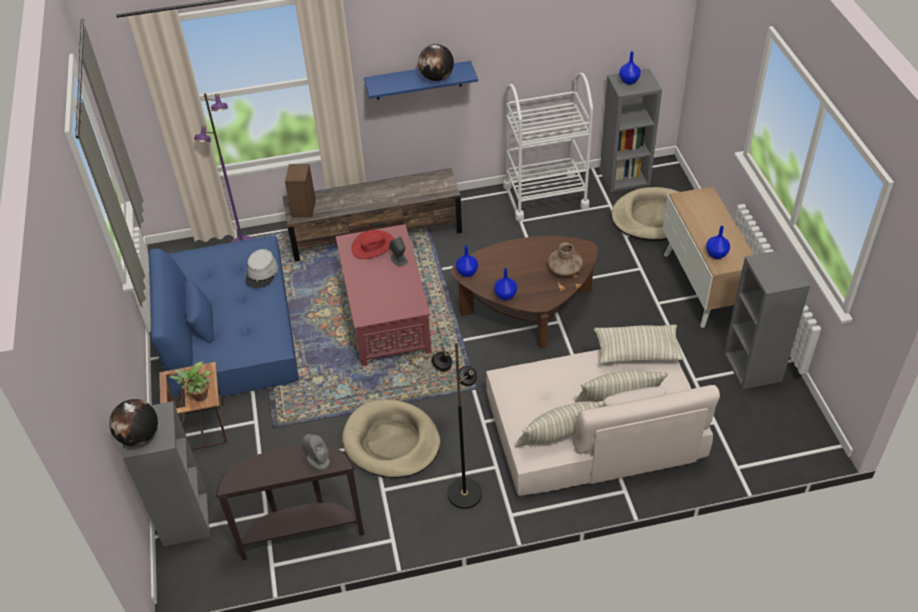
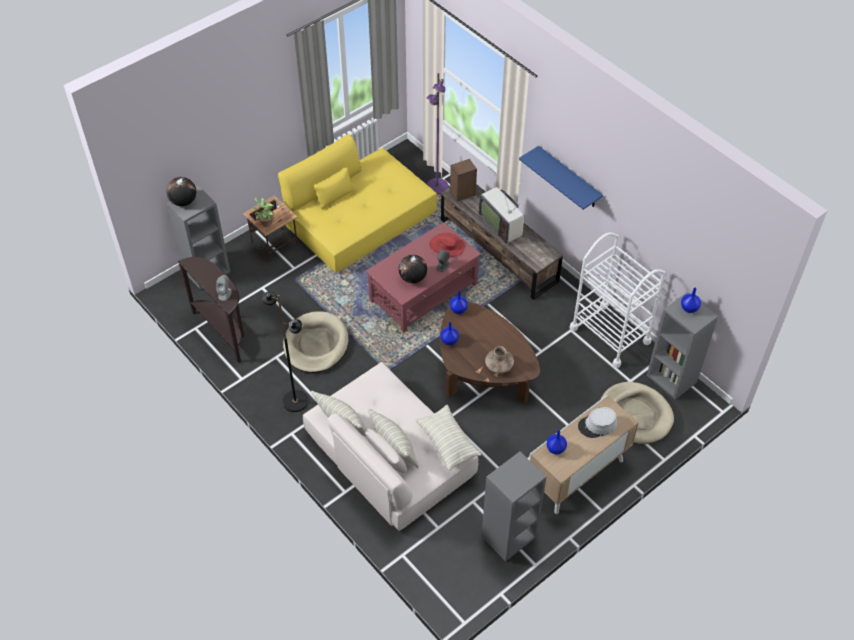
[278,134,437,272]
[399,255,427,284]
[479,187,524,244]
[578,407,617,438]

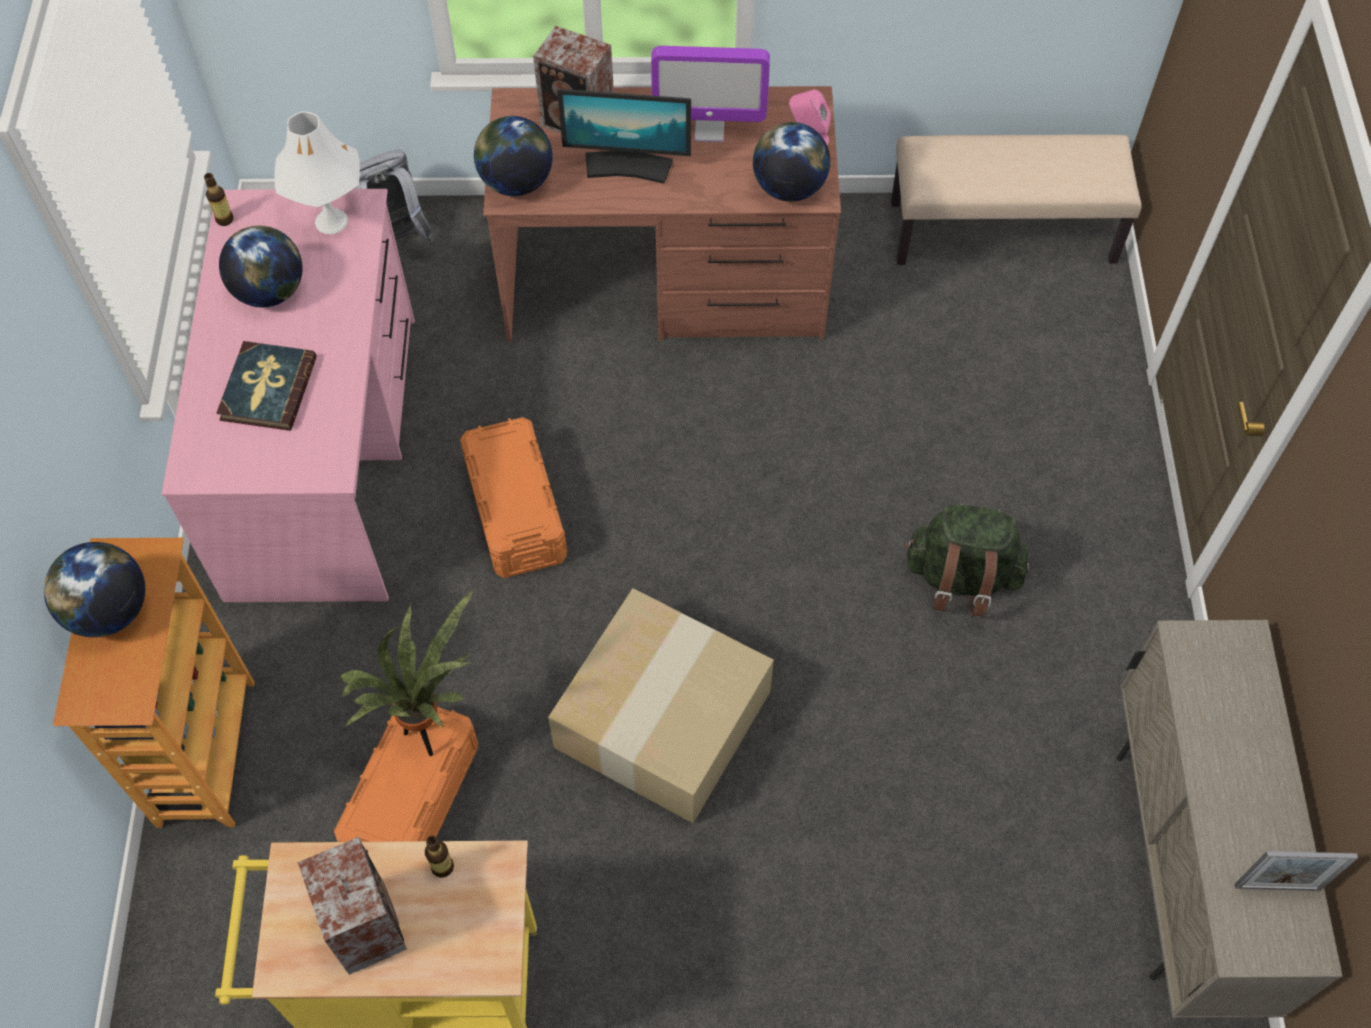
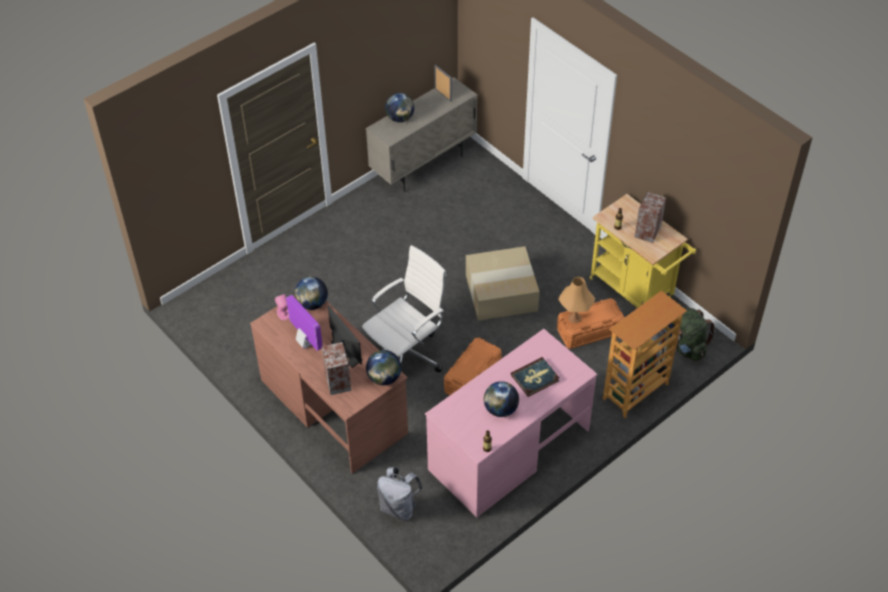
[362,245,446,372]
[385,93,414,122]
[558,277,595,323]
[671,308,715,361]
[274,111,360,234] (first image)
[891,134,1142,265] (first image)

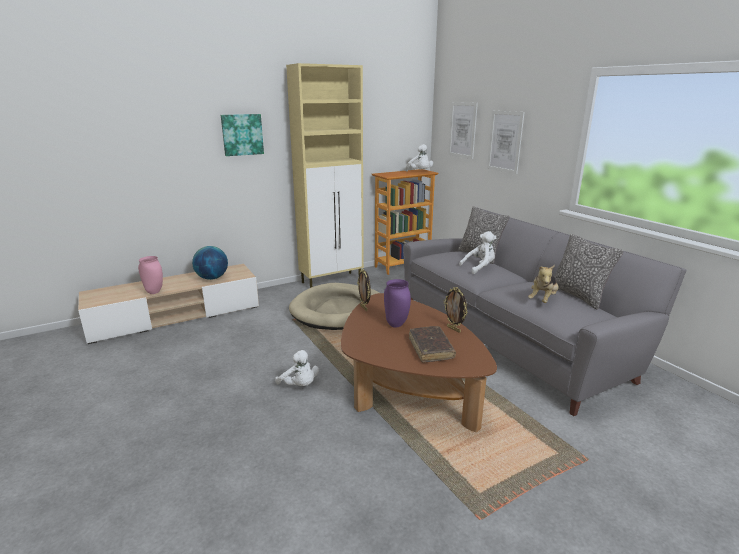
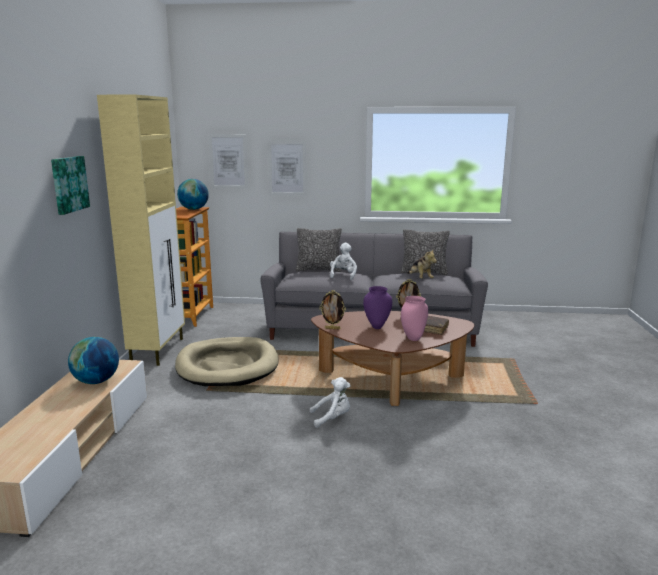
[177,179,209,210]
[401,296,428,341]

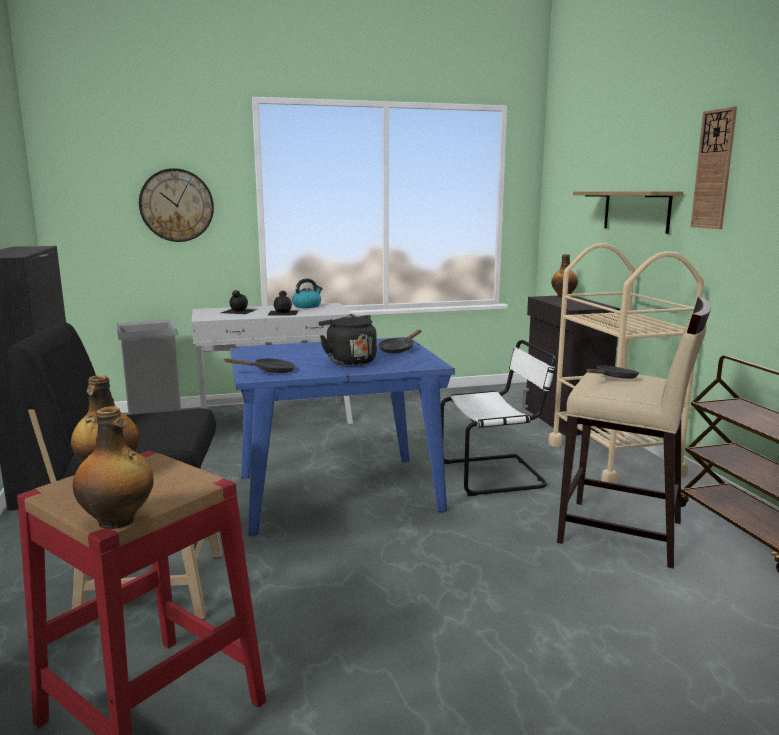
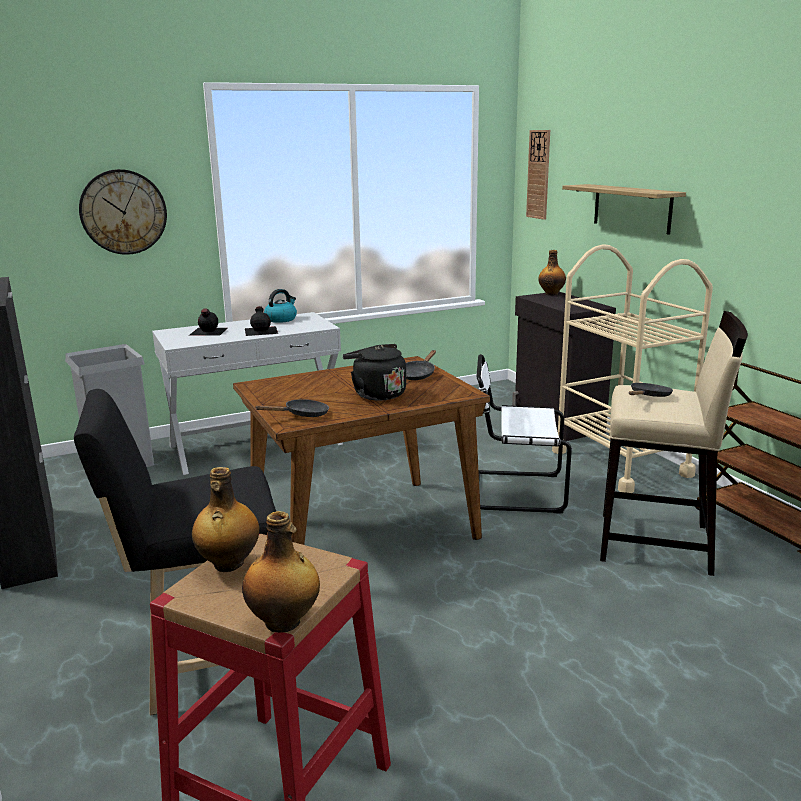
[233,356,491,545]
[476,354,572,513]
[526,130,550,220]

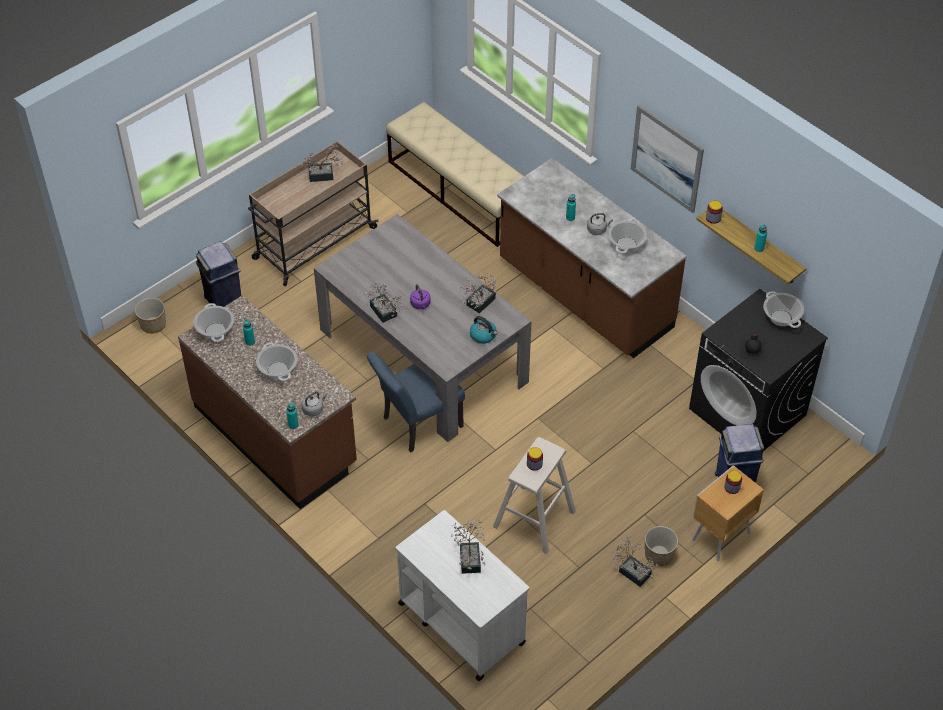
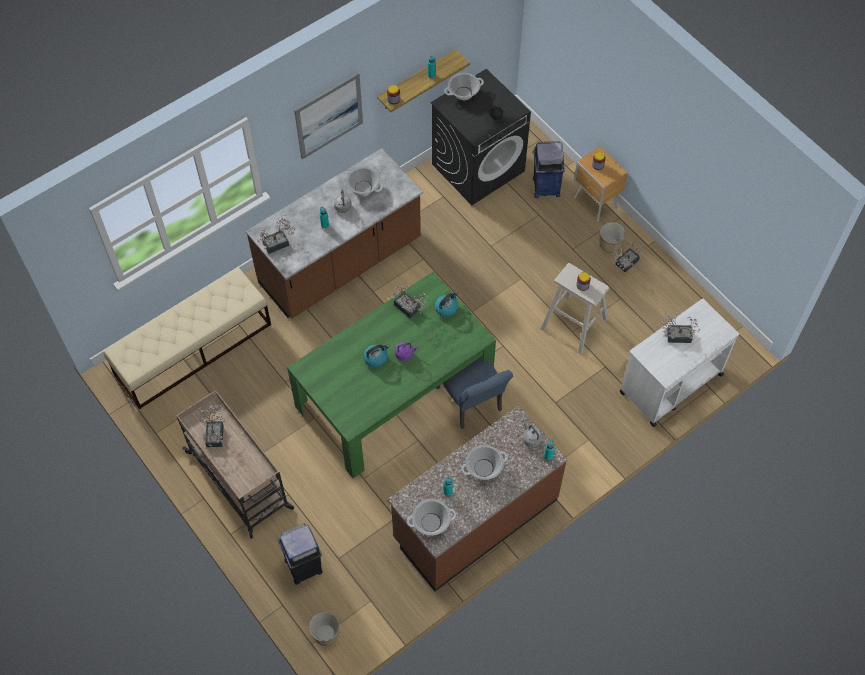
[257,214,295,254]
[287,272,496,478]
[363,344,389,367]

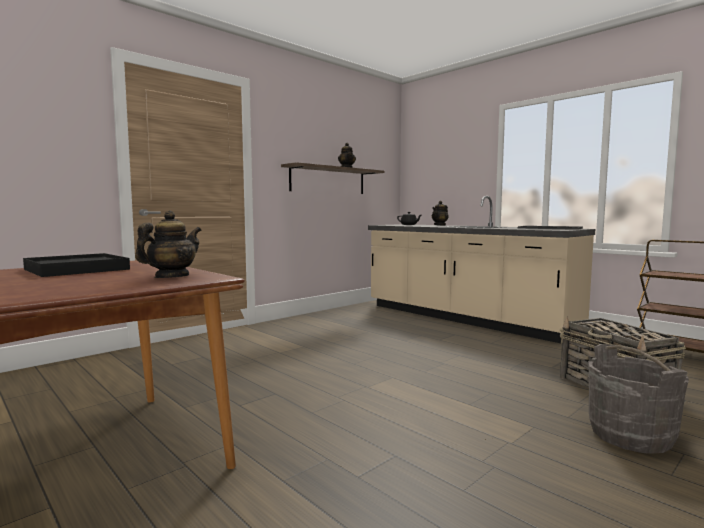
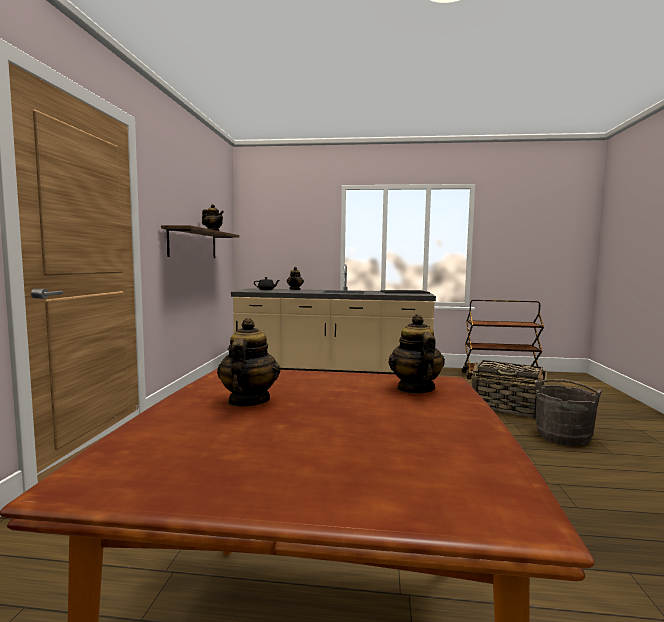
[217,318,280,407]

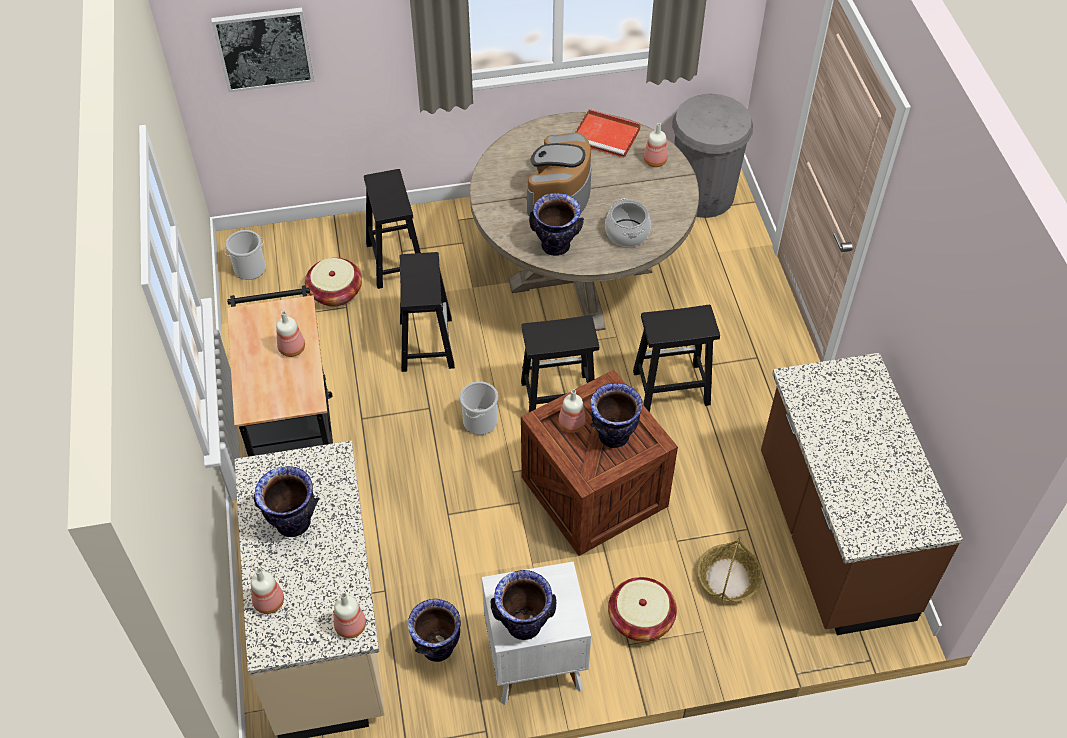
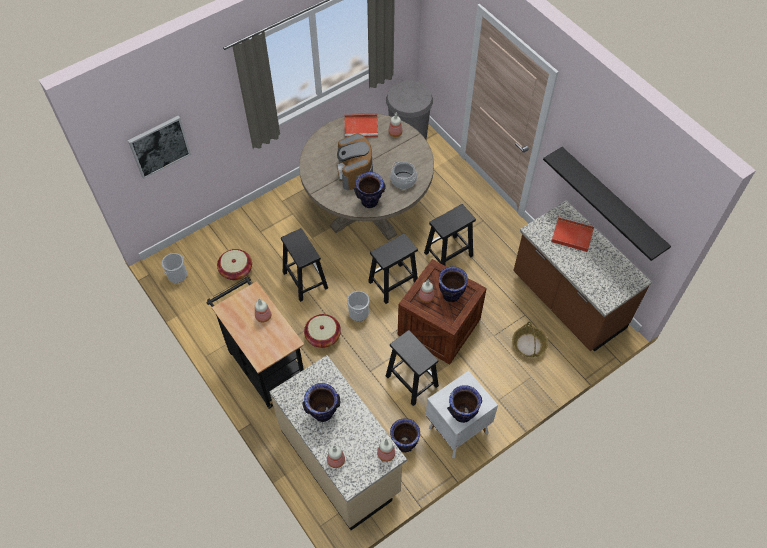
[304,314,341,348]
[386,330,439,406]
[543,147,671,261]
[551,216,594,252]

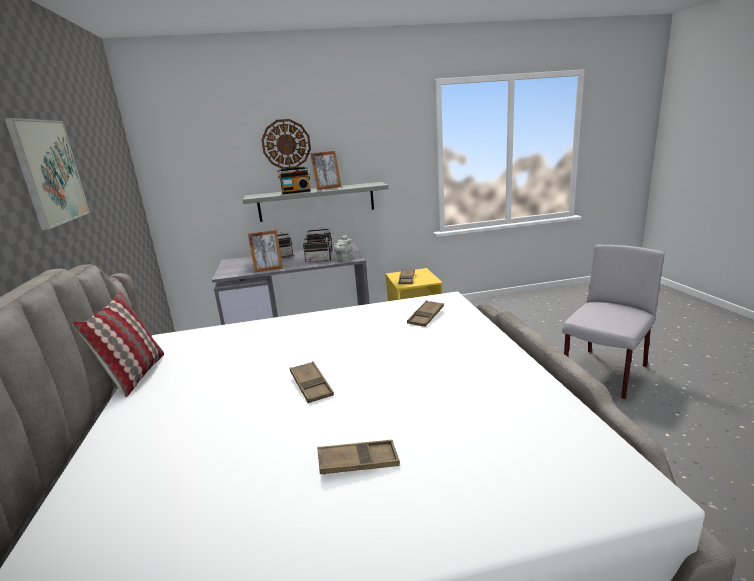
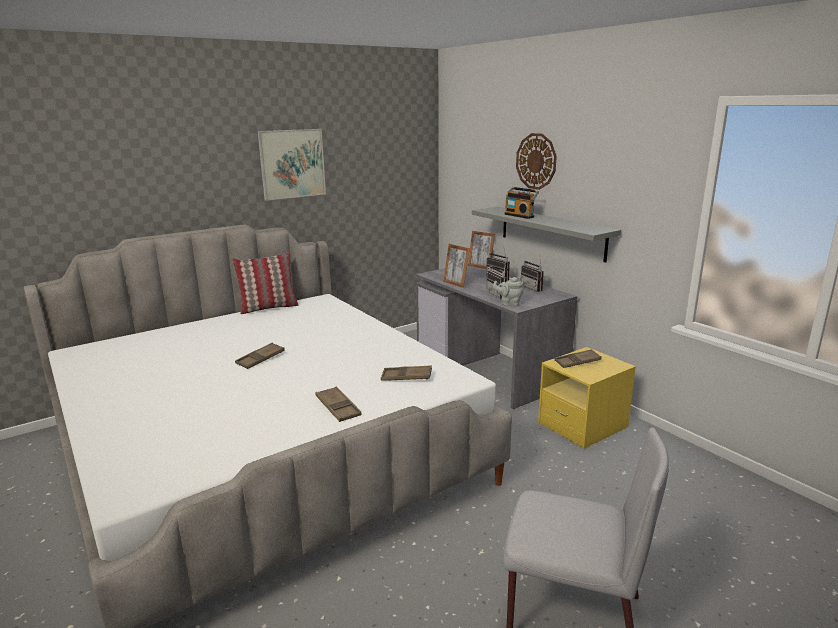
[315,387,361,422]
[468,231,495,269]

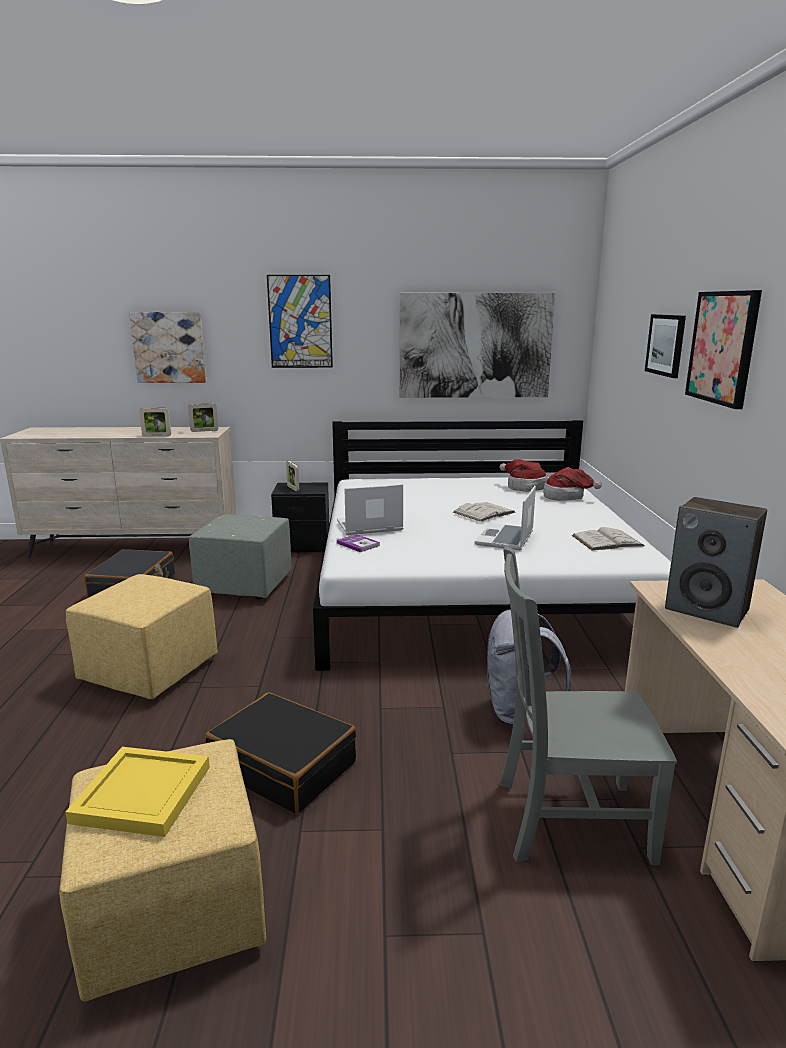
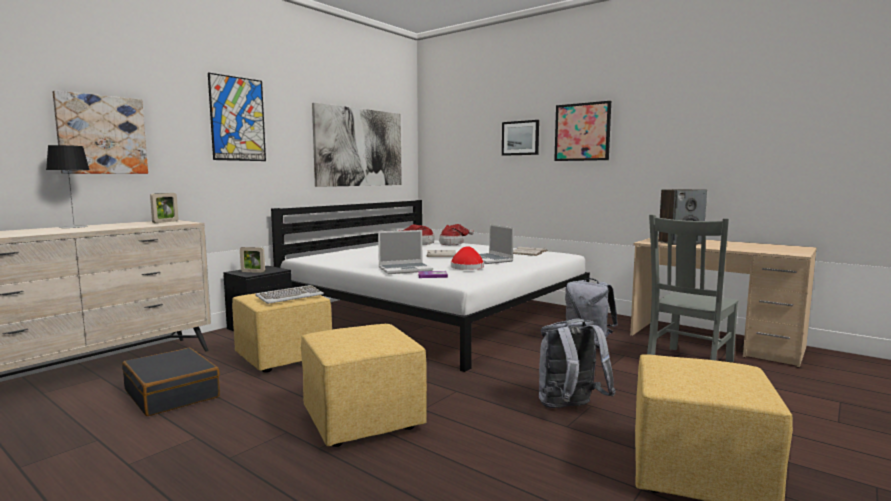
[46,145,89,228]
[232,293,332,372]
[255,285,324,304]
[378,230,433,274]
[451,246,484,270]
[539,318,616,408]
[65,747,210,837] (first image)
[139,408,171,437] (first image)

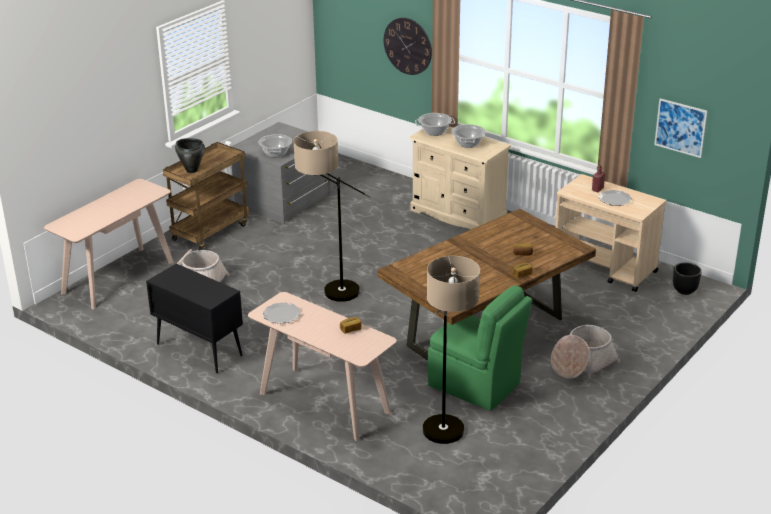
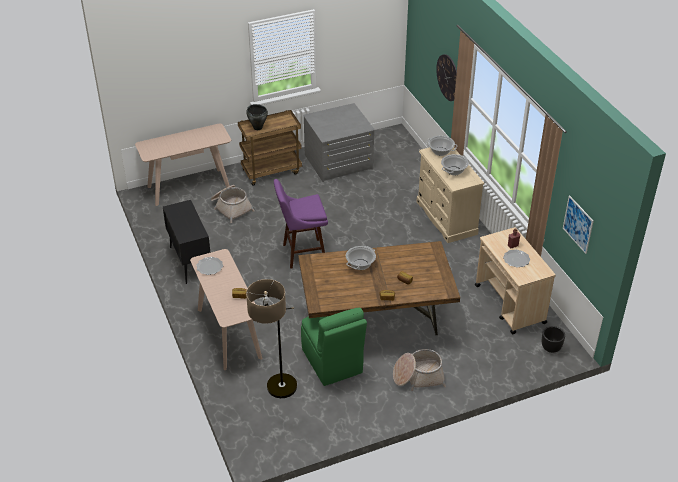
[274,179,328,269]
[346,246,376,270]

